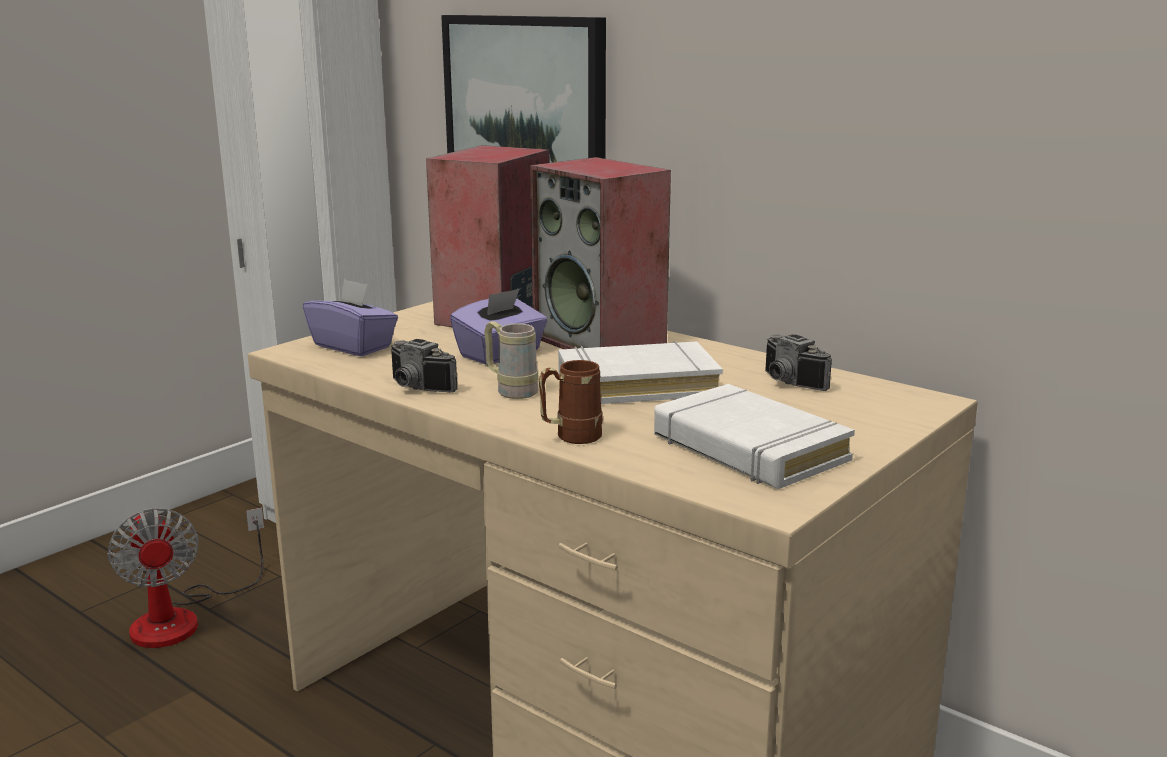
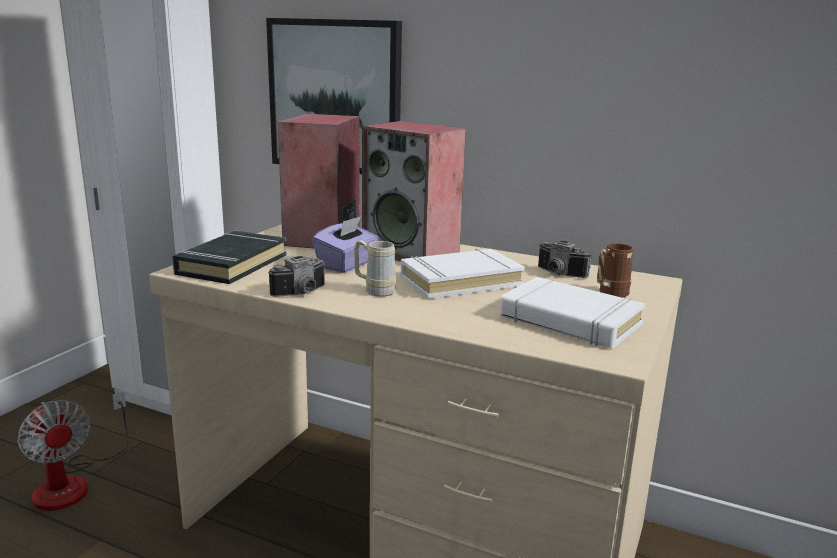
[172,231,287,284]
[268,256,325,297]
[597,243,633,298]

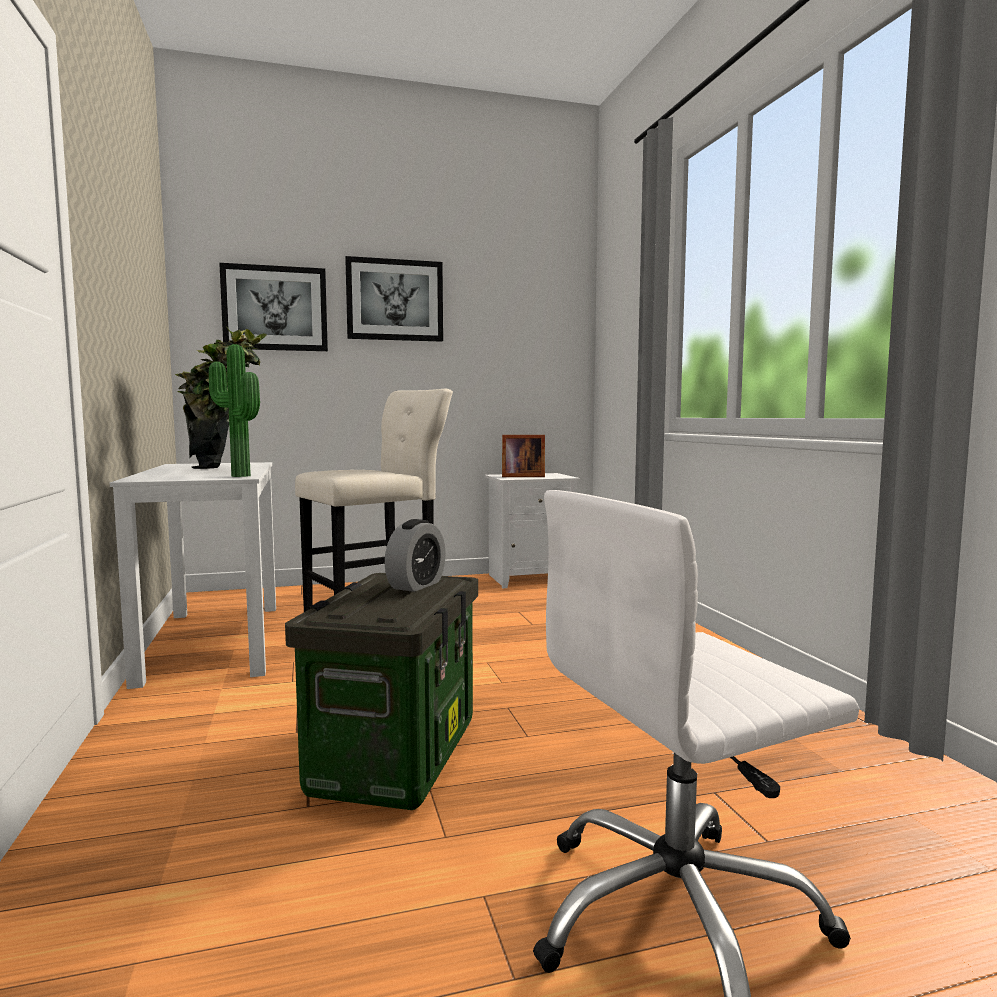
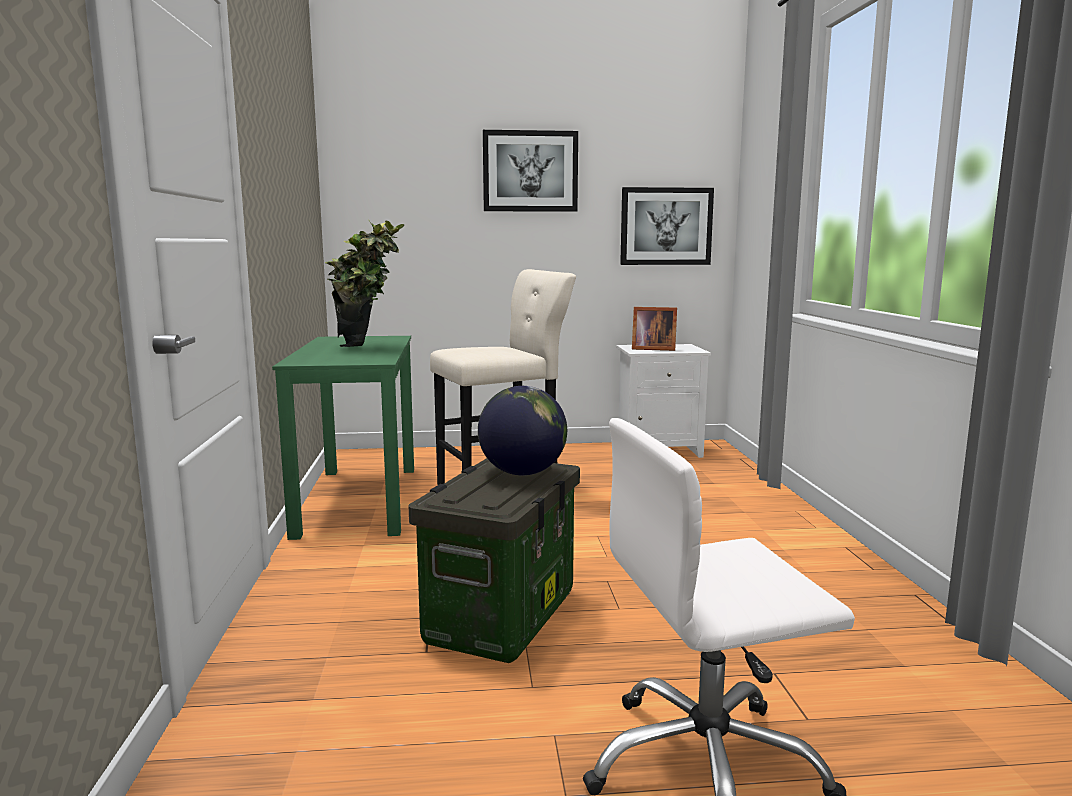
[272,336,414,540]
[478,386,567,476]
[620,187,714,265]
[209,344,260,477] (first image)

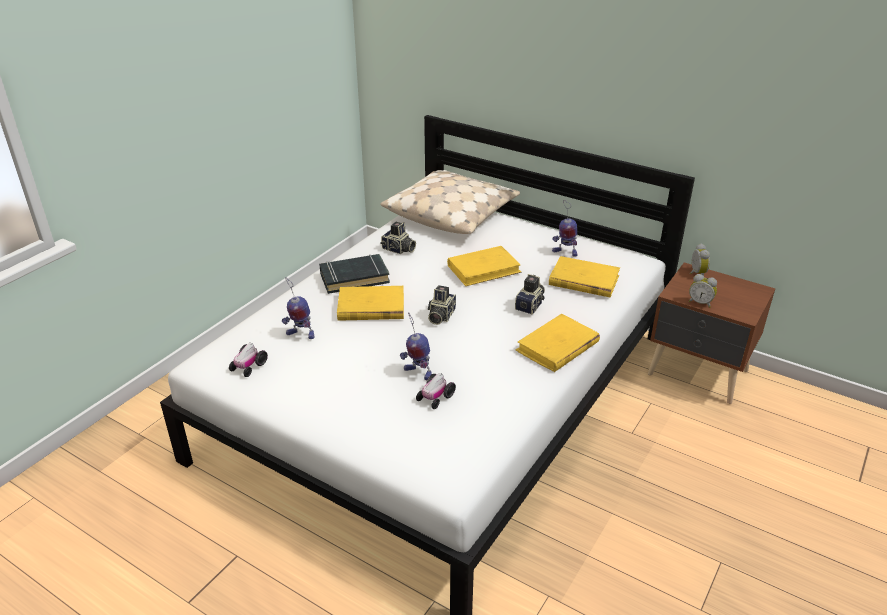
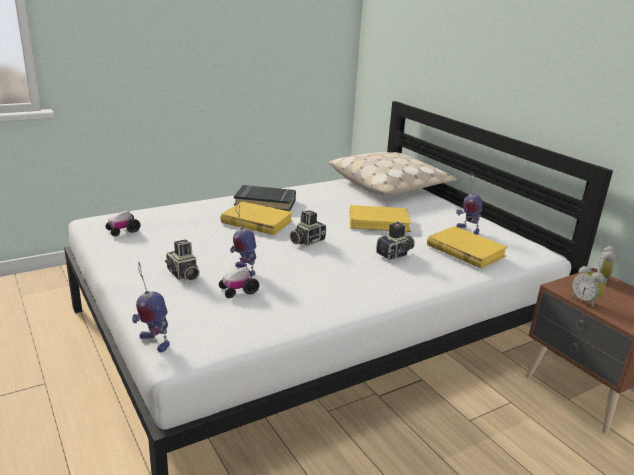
[132,262,170,352]
[165,239,200,281]
[516,314,600,372] (first image)

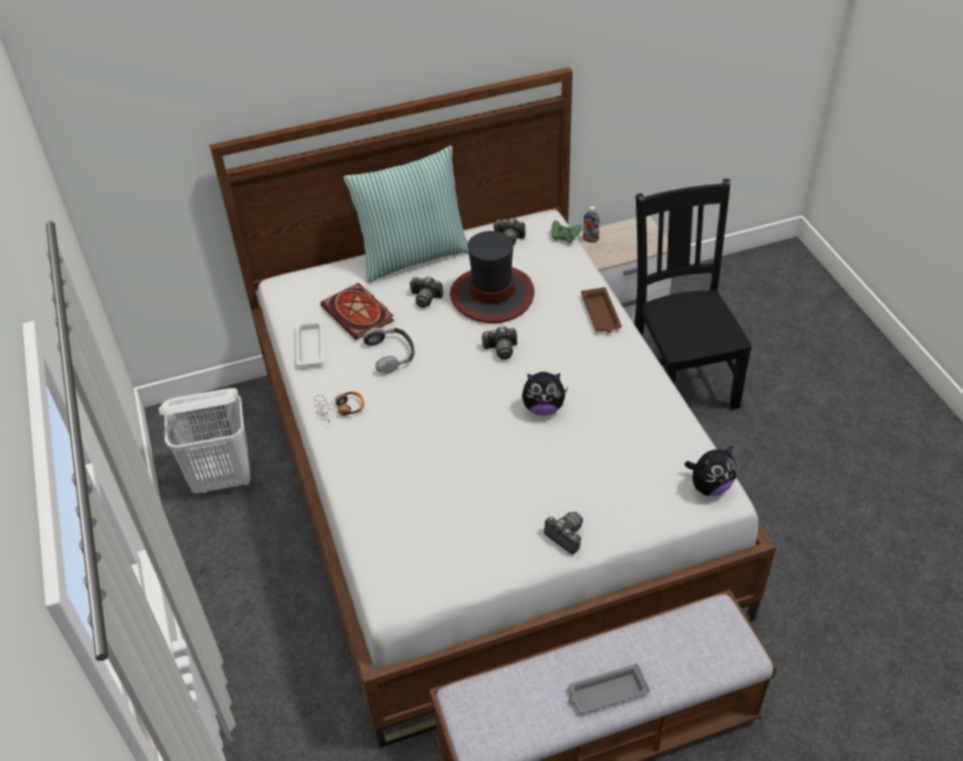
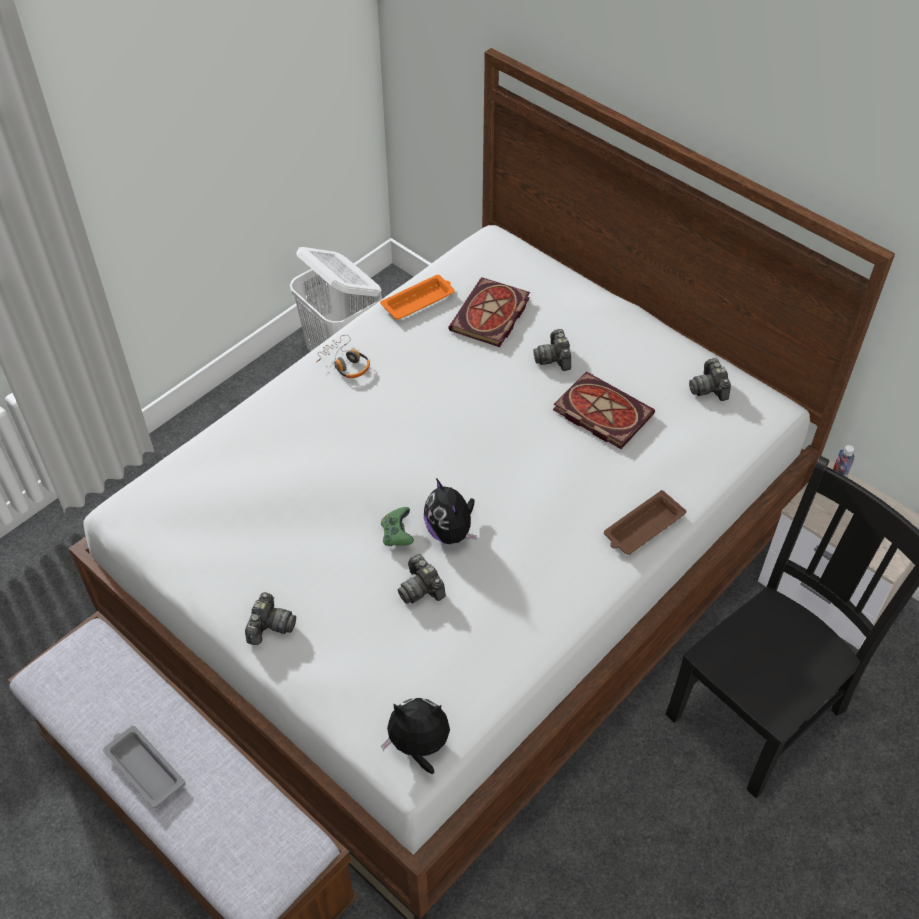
[380,275,455,320]
[381,507,414,546]
[381,698,450,775]
[398,554,446,604]
[553,371,655,449]
[344,146,468,283] (first image)
[363,328,414,374] (first image)

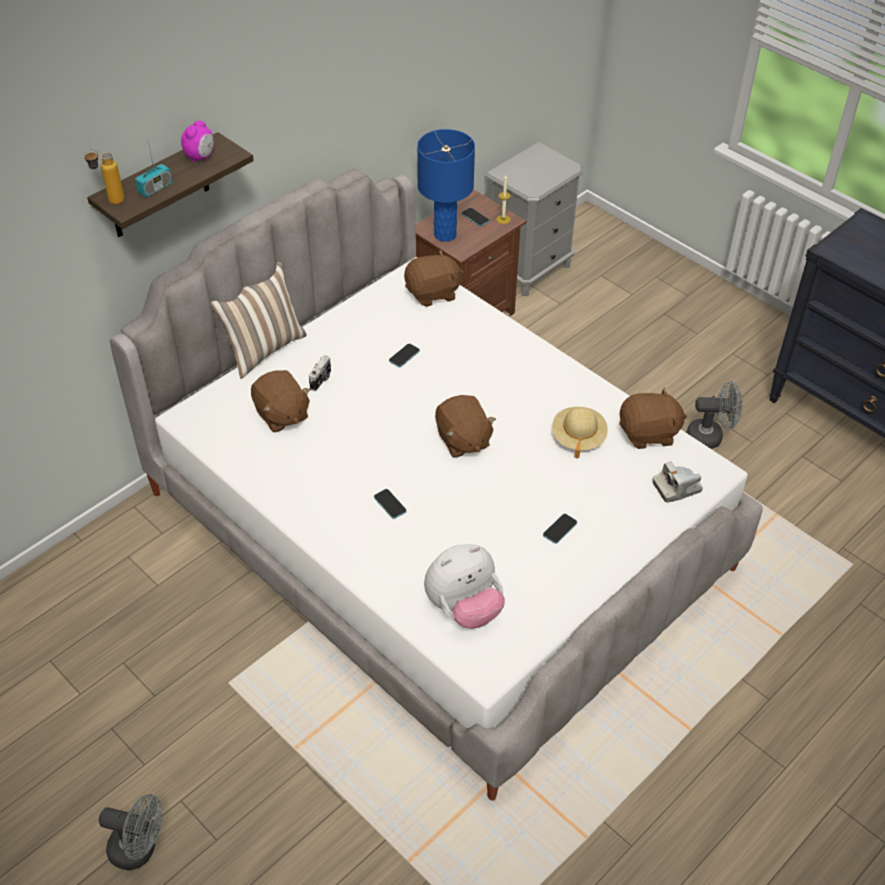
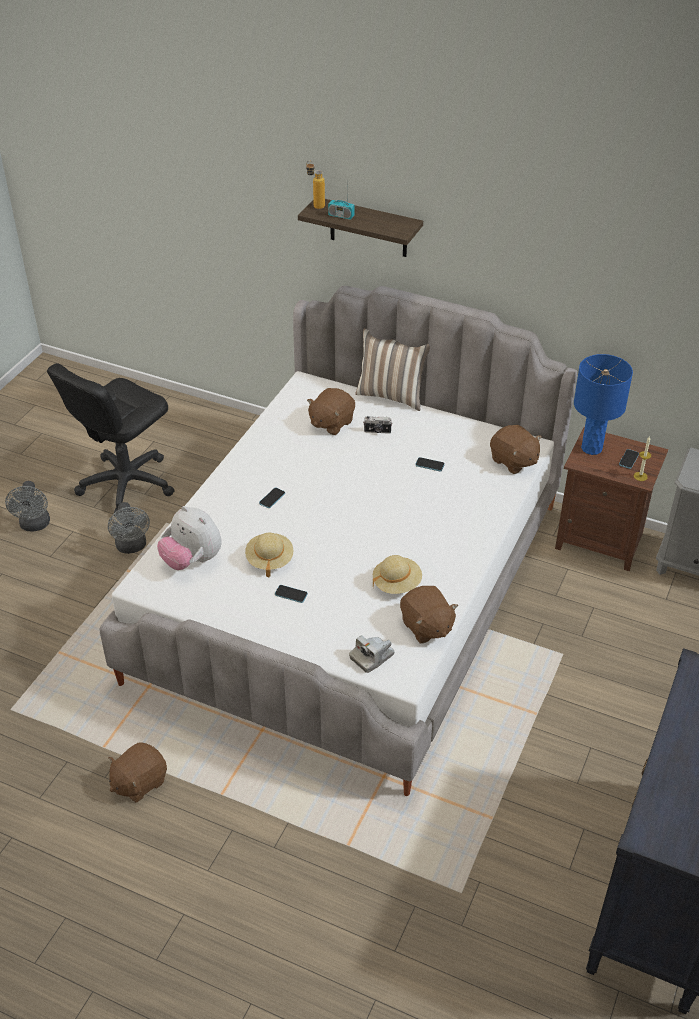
[47,363,174,516]
[108,502,150,554]
[108,742,167,803]
[245,533,293,577]
[349,635,395,673]
[181,121,214,163] (first image)

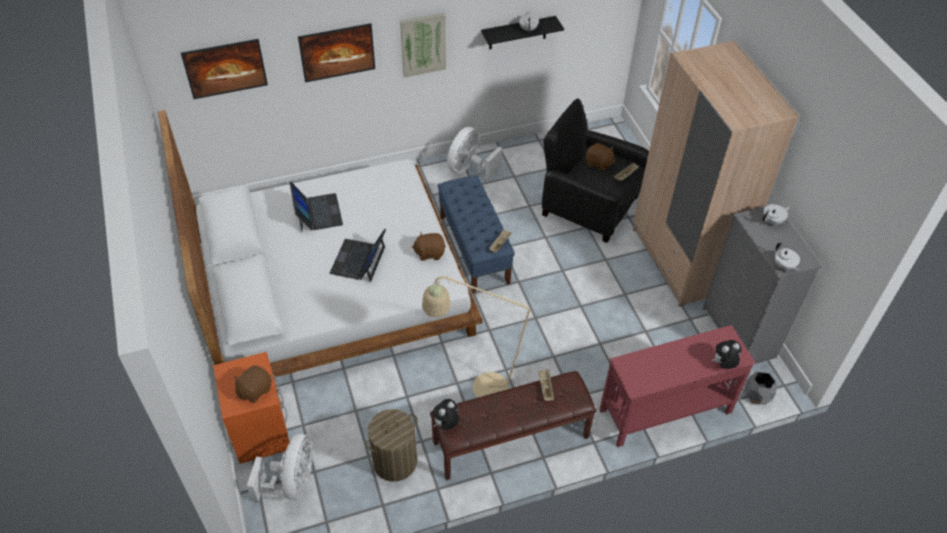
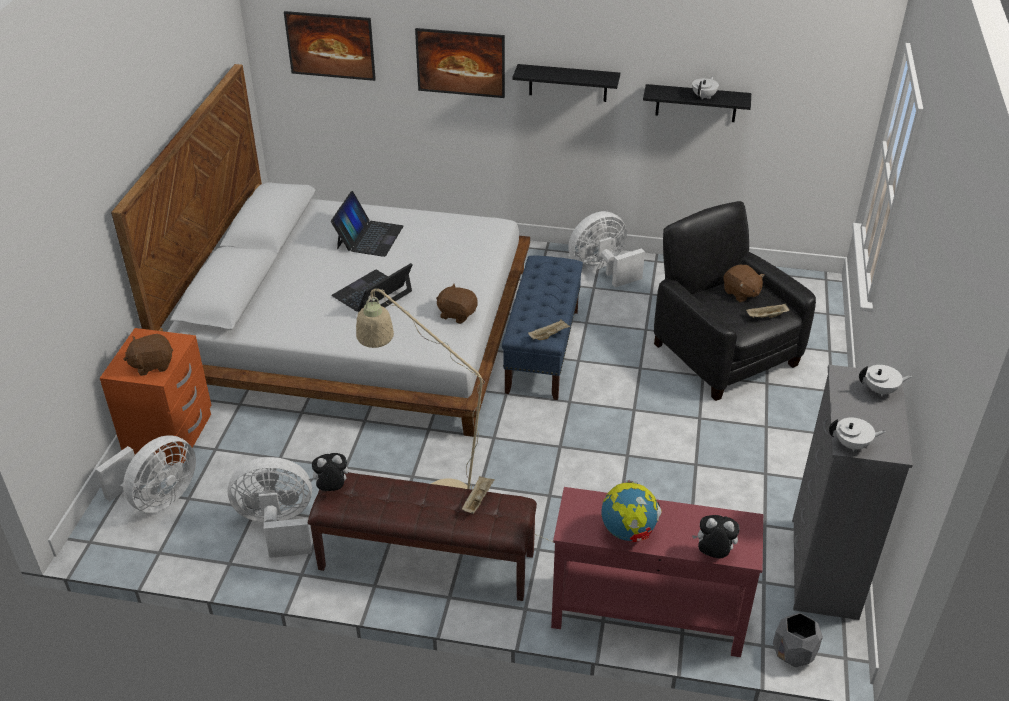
[227,457,312,558]
[512,64,620,102]
[601,480,661,542]
[829,418,886,452]
[633,40,799,306] (first image)

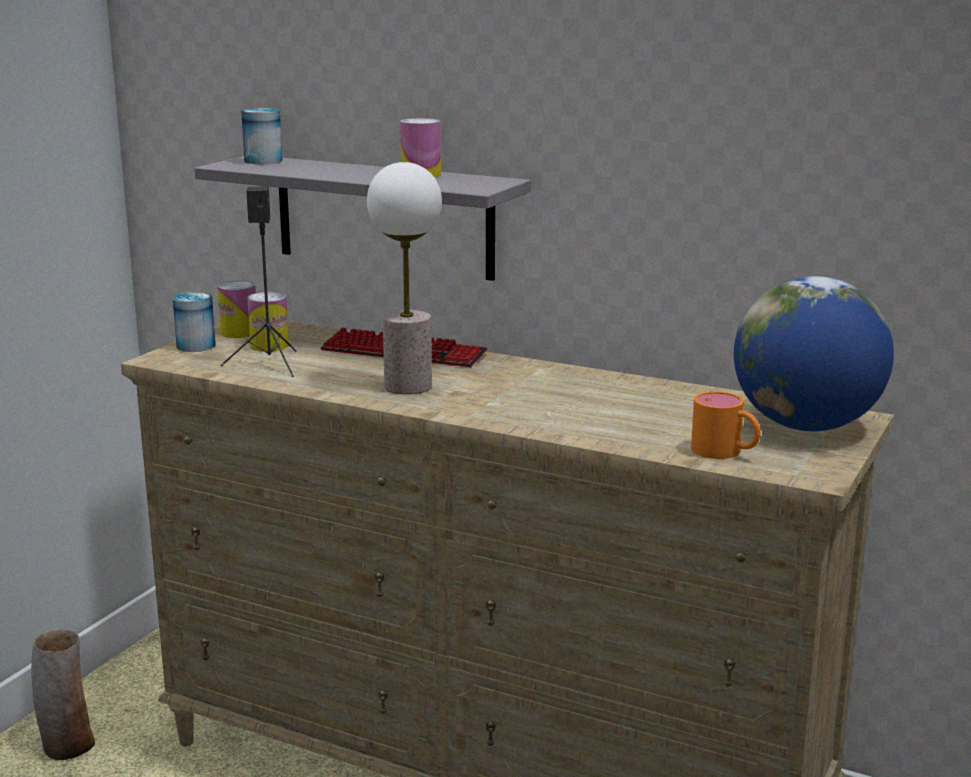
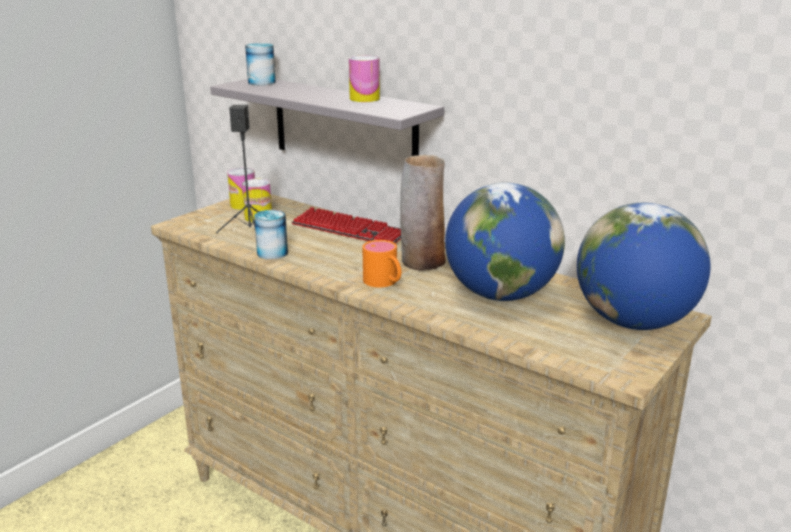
[254,210,288,260]
[362,240,402,287]
[400,155,446,271]
[445,182,565,301]
[367,162,442,394] (first image)

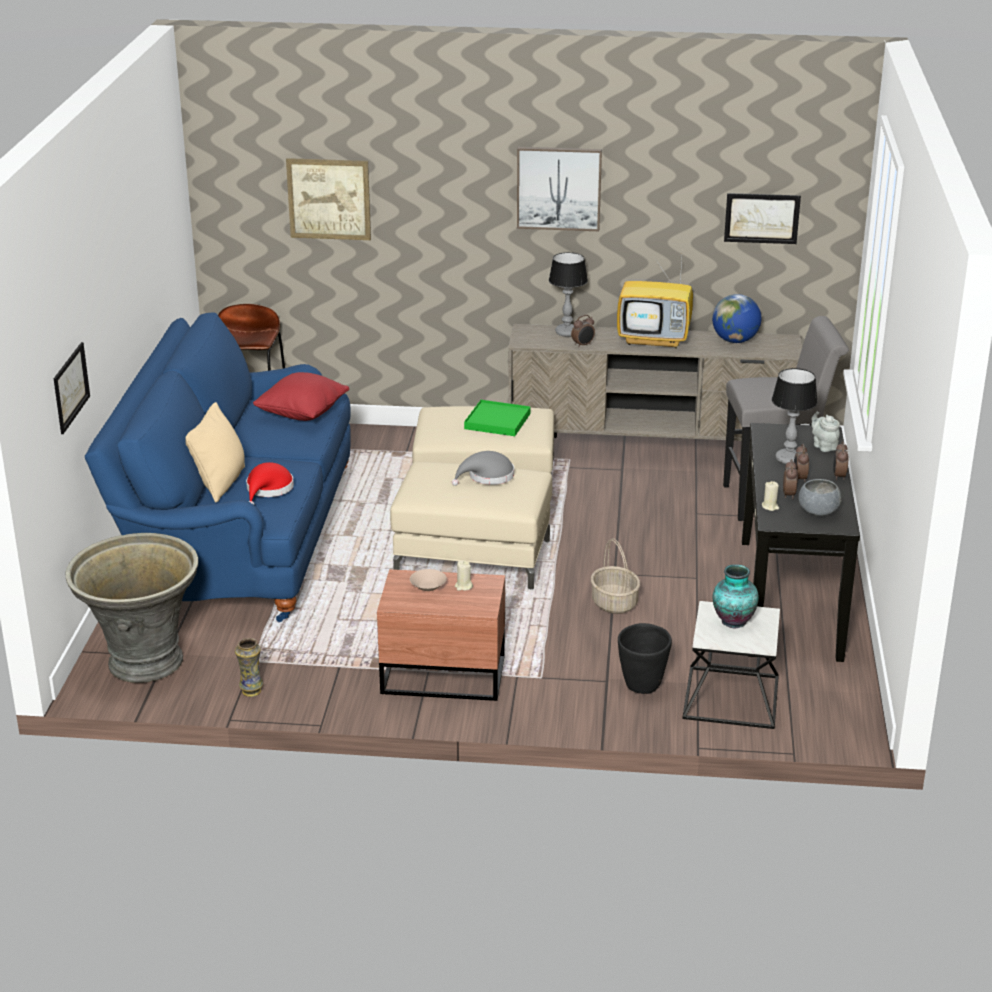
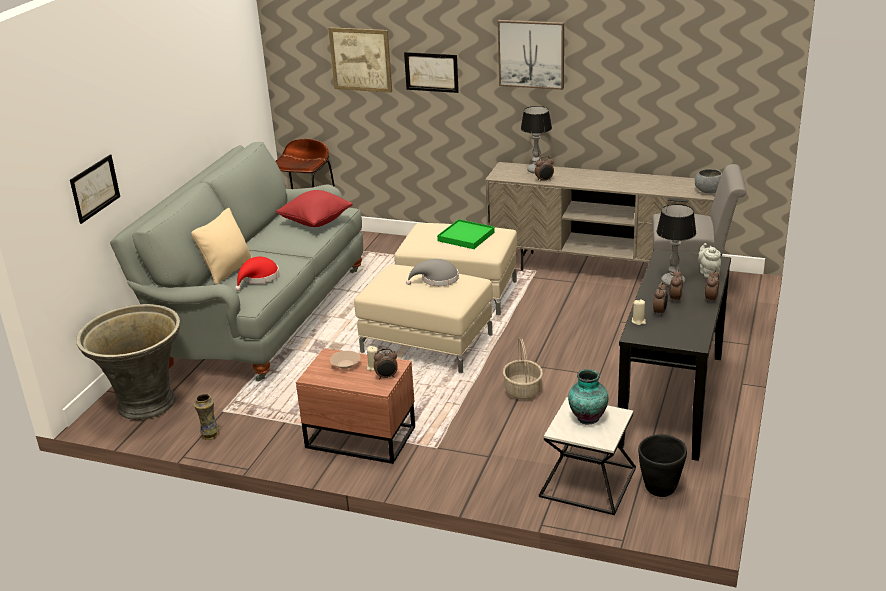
[110,142,363,382]
[374,348,398,379]
[404,52,459,93]
[638,434,687,497]
[695,169,722,194]
[617,243,693,349] (first image)
[712,294,761,343] (first image)

